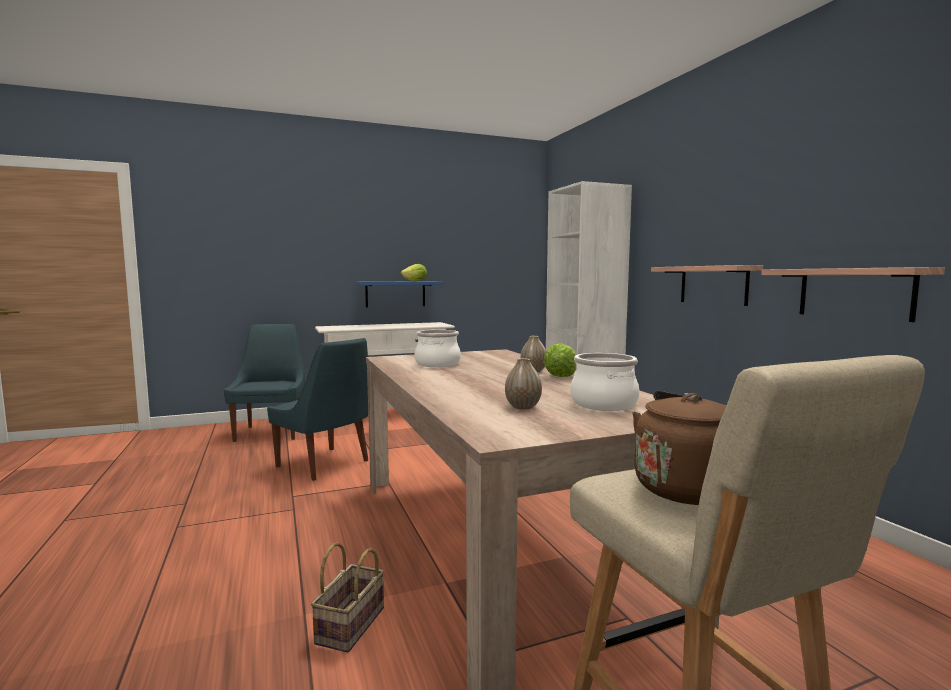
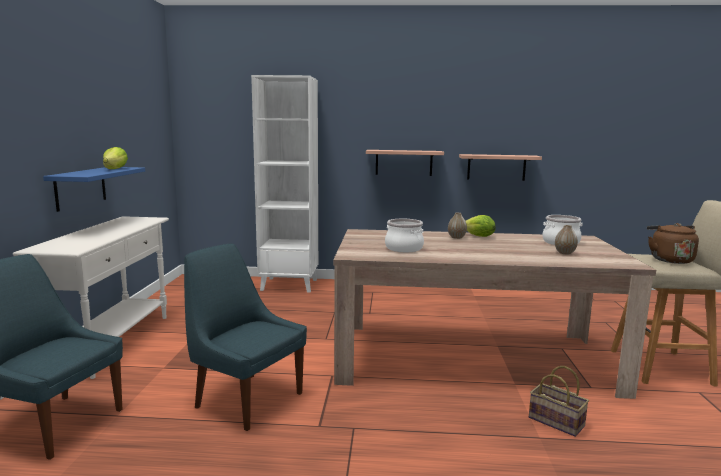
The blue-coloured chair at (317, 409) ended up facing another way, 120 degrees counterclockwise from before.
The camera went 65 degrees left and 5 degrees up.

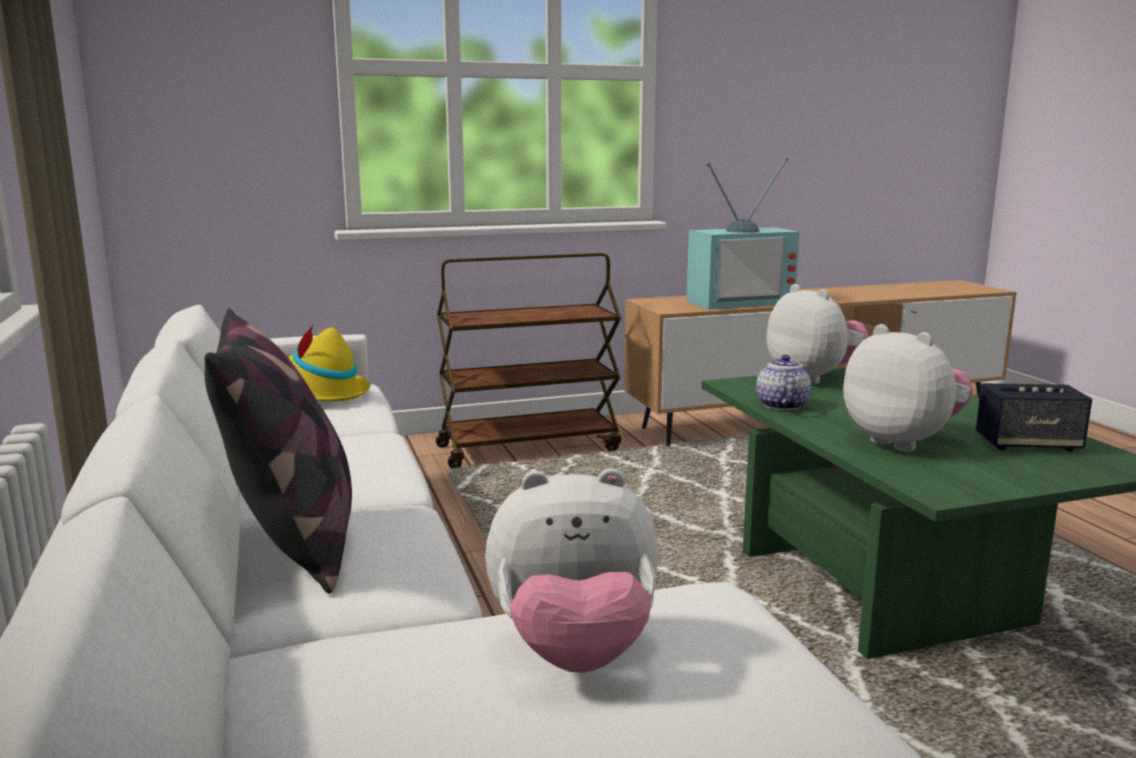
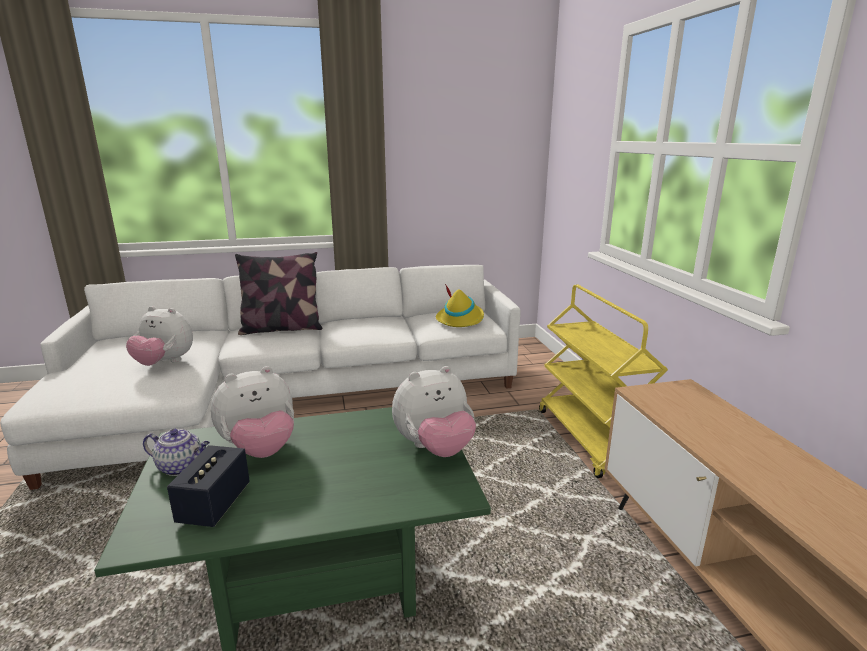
The second view lost the TV set at (743, 233).
The pot for tea ended up elsewhere, having gone from (783, 382) to (176, 452).
What was the brownish cart at (528, 360) turned into the yellowish cart at (603, 381).
The soft toy at (571, 570) ended up facing another way, 75 degrees counterclockwise from before.
The camera went 95 degrees right and 5 degrees up.

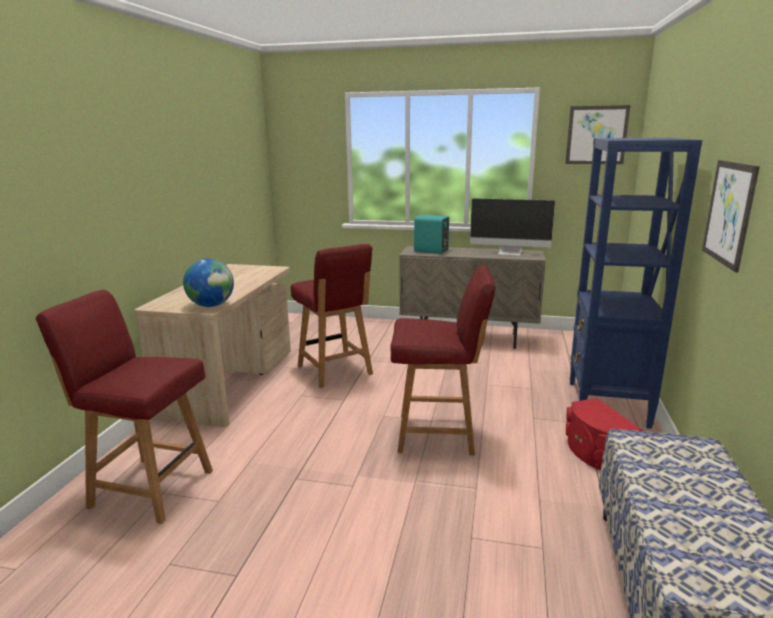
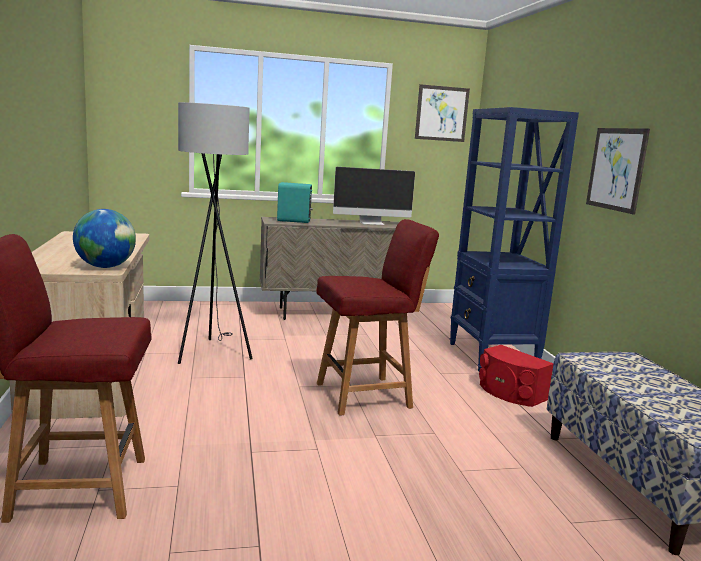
Where the reddish chair stood at (332, 316), the greyish standard lamp came to stand at (215, 233).
The camera went 25 degrees left and 5 degrees down.

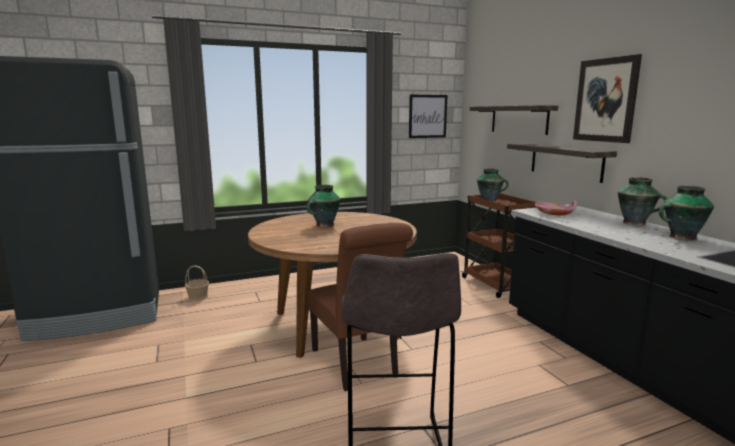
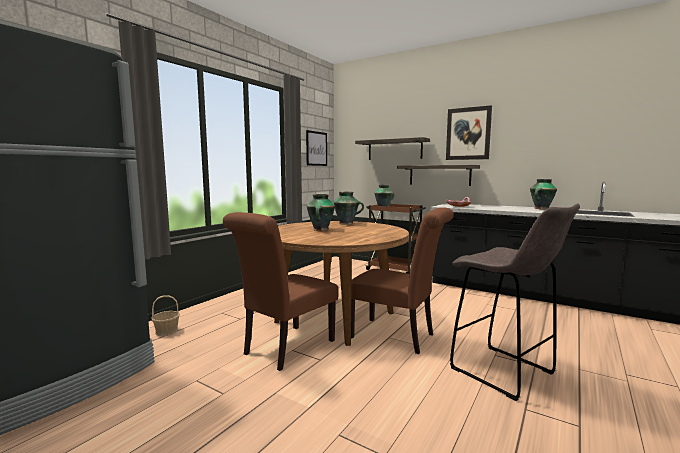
The second view gained the brownish chair at (281, 291).
The decorative vase ended up elsewhere, having gone from (642, 201) to (348, 208).
The camera went 35 degrees left and 5 degrees down.

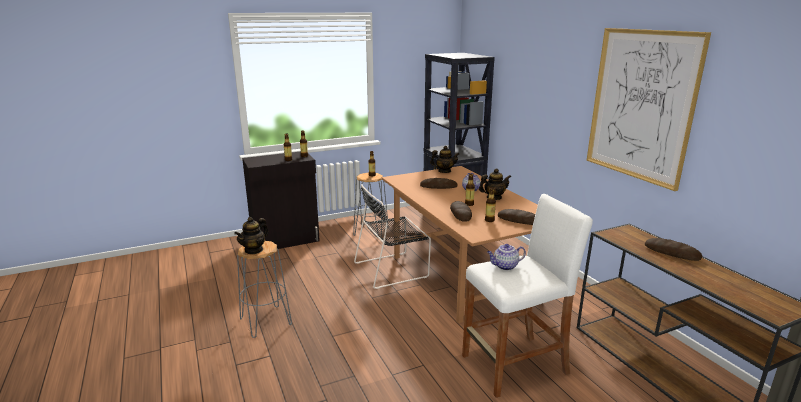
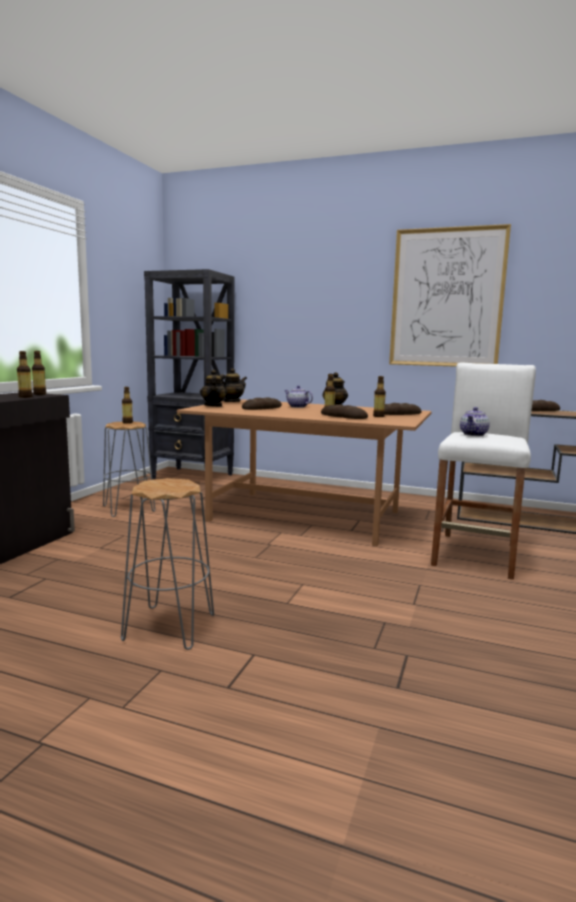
The second view lost the blackish chair at (392, 236).
The pot for tea ended up elsewhere, having gone from (251, 235) to (213, 388).
The camera went 45 degrees left and 10 degrees down.

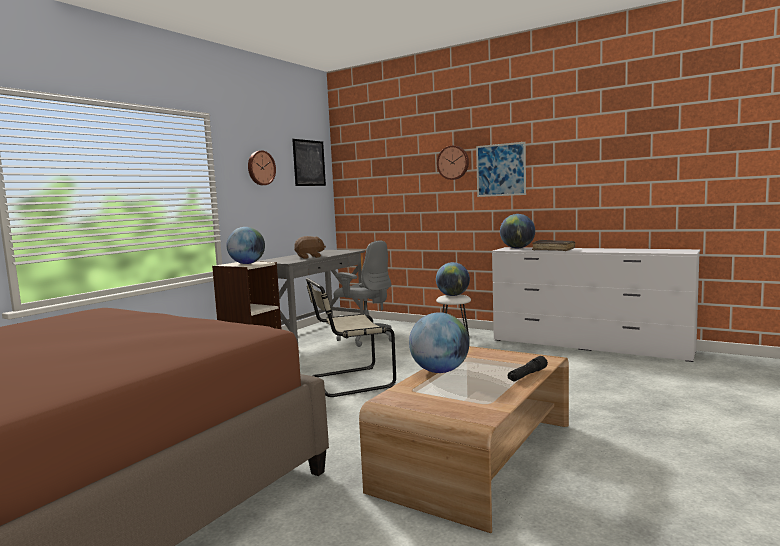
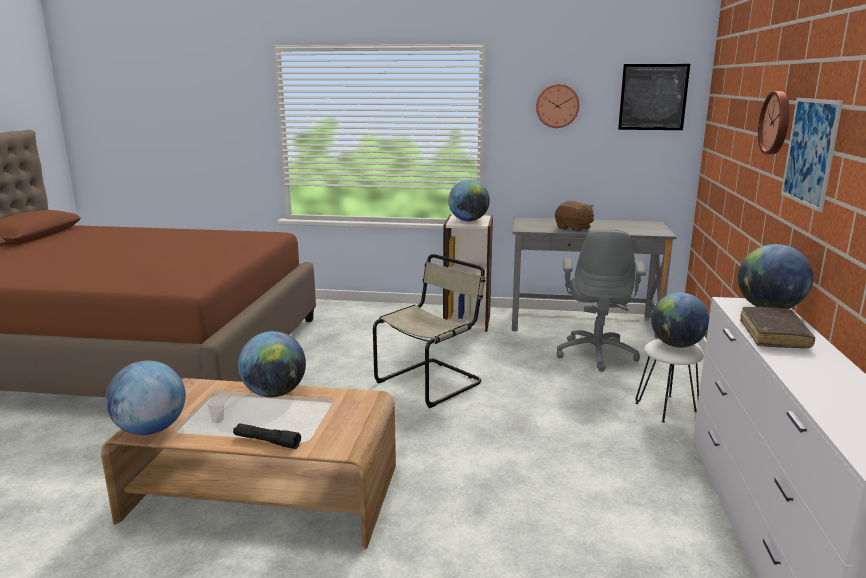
The second view gained the desk globe at (145, 398).
The beige chair at (351, 337) ended up facing another way, 90 degrees clockwise from before.
The camera went 65 degrees right and 10 degrees up.

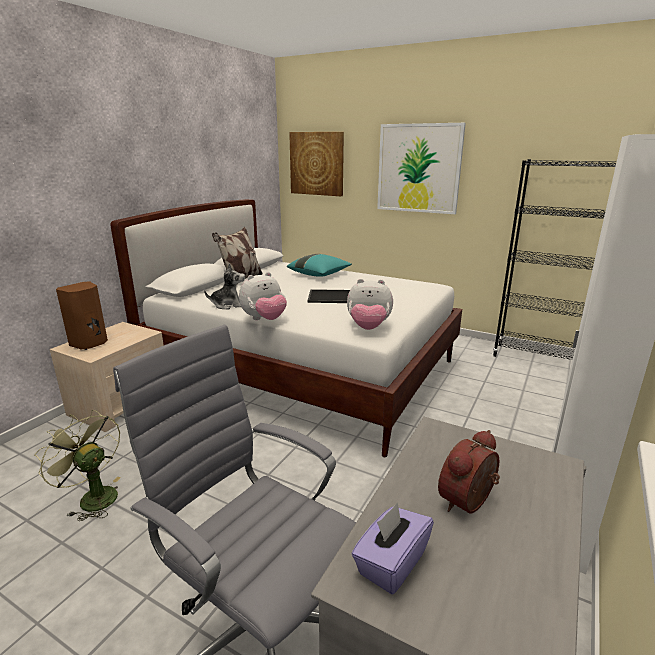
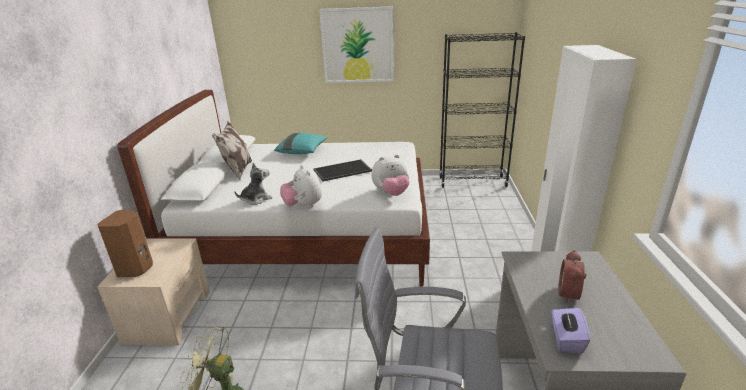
The second view lost the wall art at (316, 164).
The soft toy at (263, 296) ended up facing another way, 120 degrees clockwise from before.
The camera went 25 degrees left and 5 degrees up.

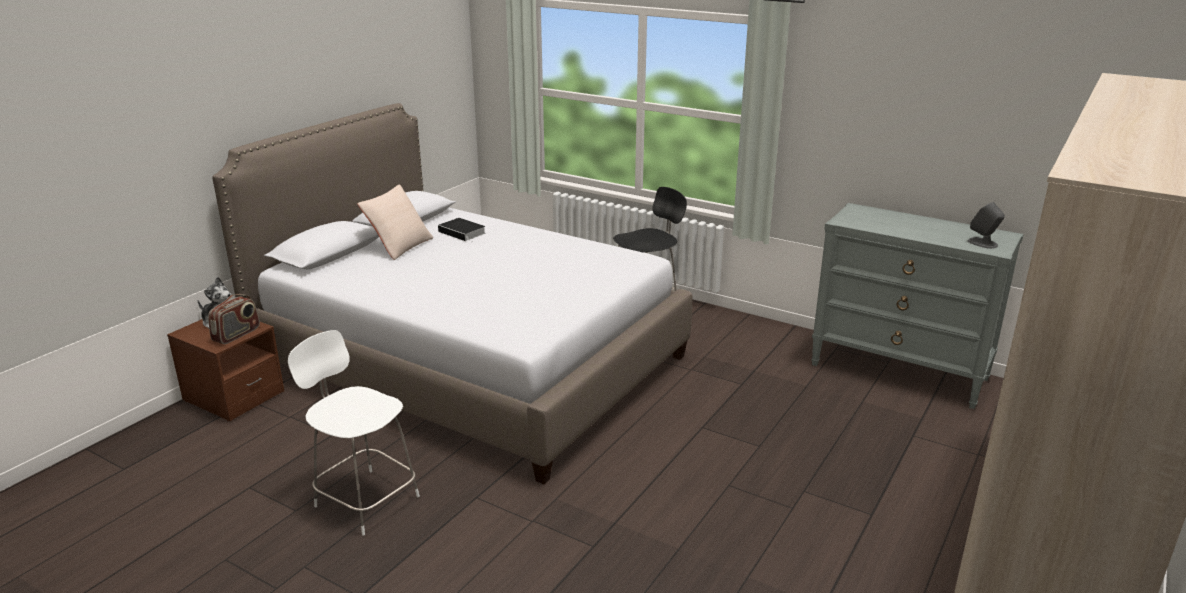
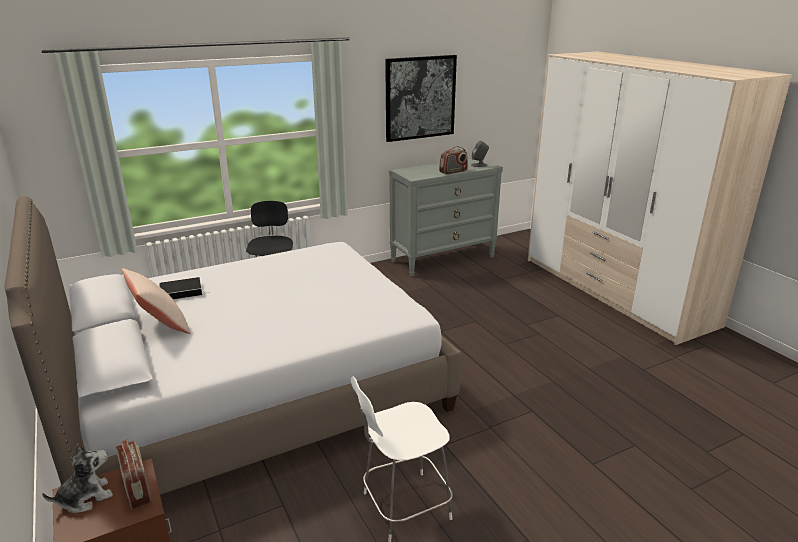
The second view gained the wall art at (421, 98).
The second view gained the radio at (453, 160).
The camera went 60 degrees left and 0 degrees up.

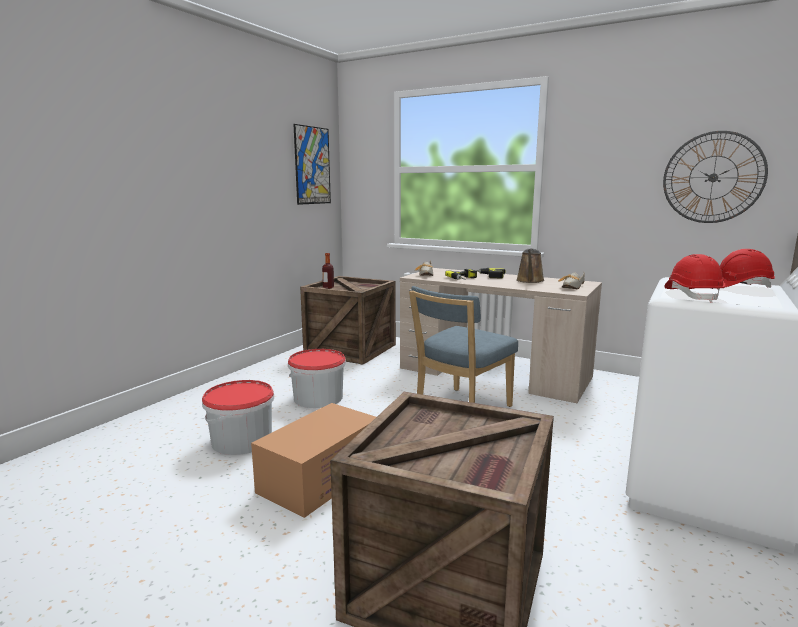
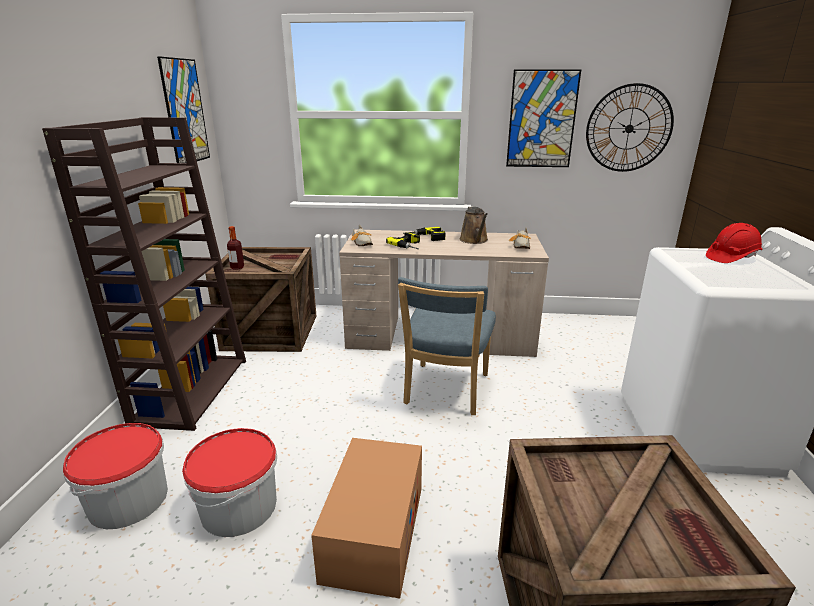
The second view lost the reddish hard hat at (695, 278).
The second view gained the brownish bookshelf at (144, 274).
The second view gained the wall art at (543, 118).
The bucket ended up elsewhere, having gone from (317, 378) to (115, 476).
The camera went 25 degrees left and 10 degrees up.

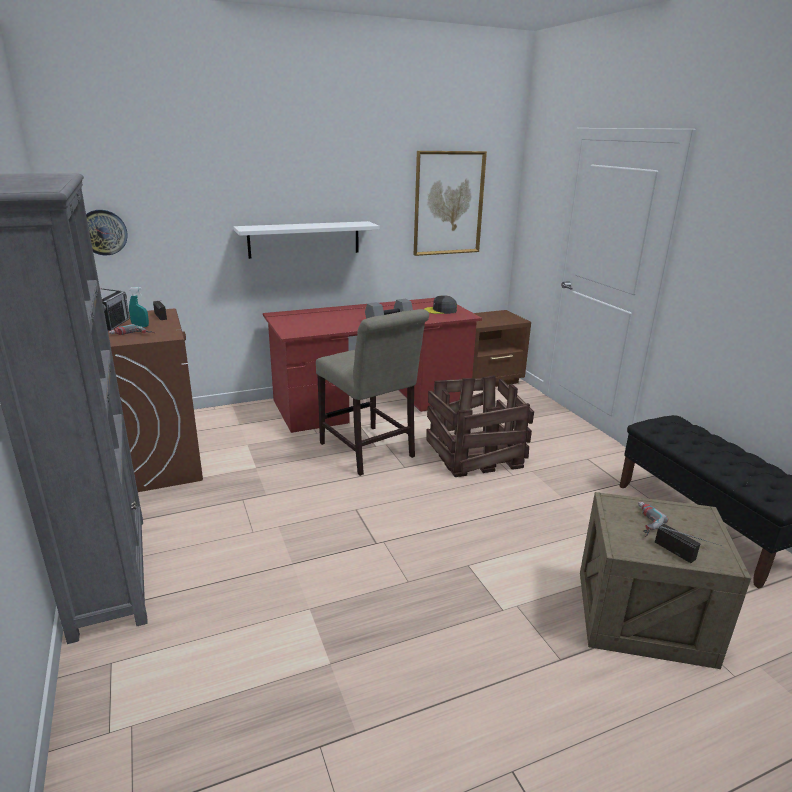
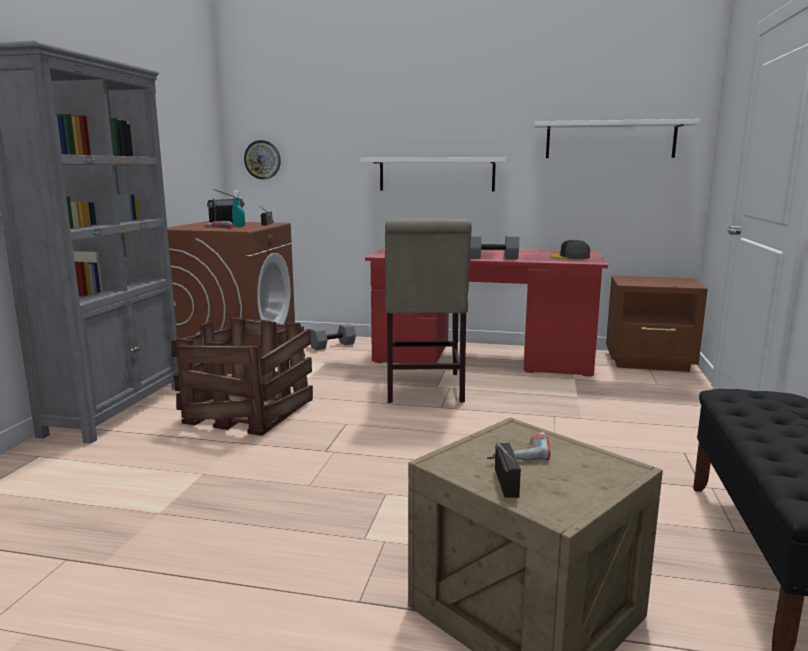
The second view gained the greyish hand weight at (333, 336).
The packing crate ended up elsewhere, having gone from (480, 426) to (242, 376).
Where the wall art hung at (450, 203), the white shelf came to hang at (617, 138).
The camera went 35 degrees right and 10 degrees down.

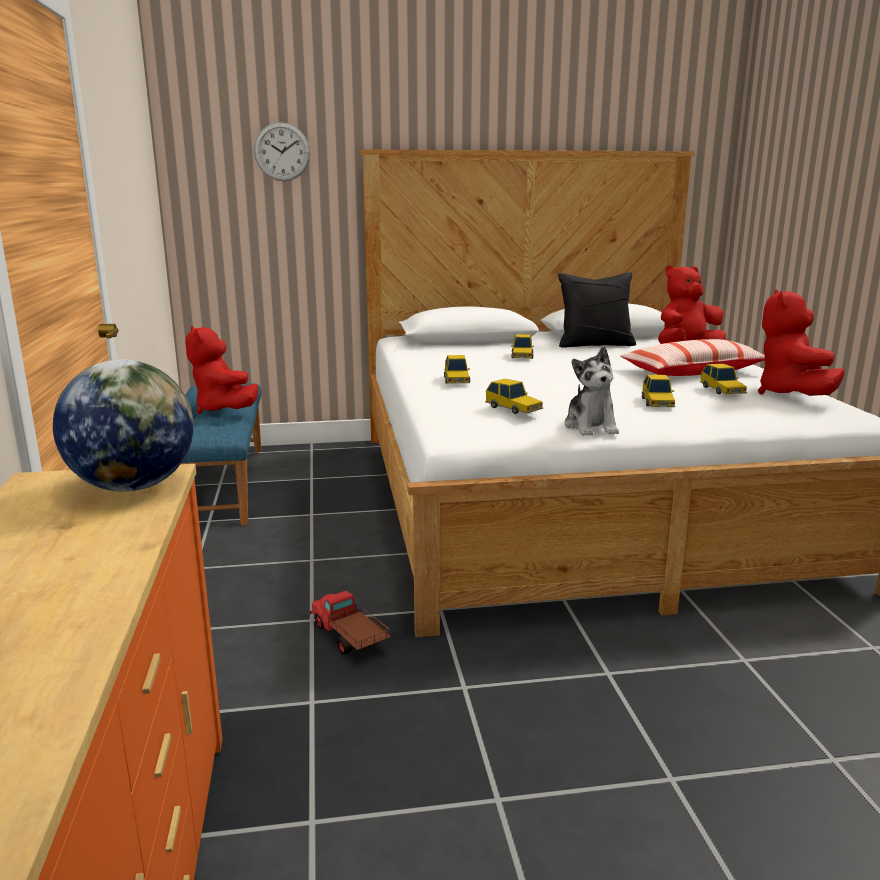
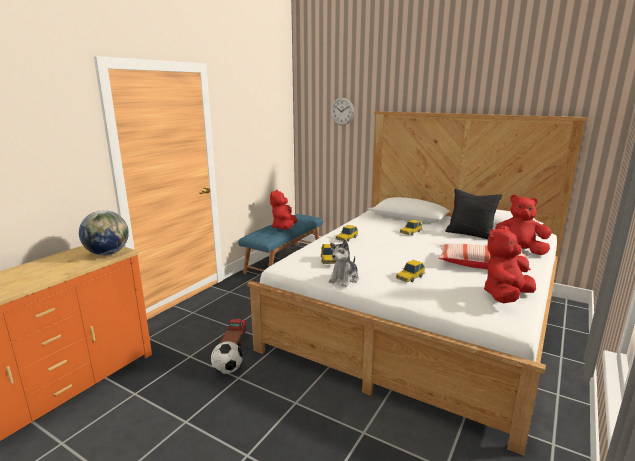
The second view lost the model car at (723, 379).
The second view gained the ball for football at (227, 357).
The camera went 40 degrees right and 0 degrees up.

